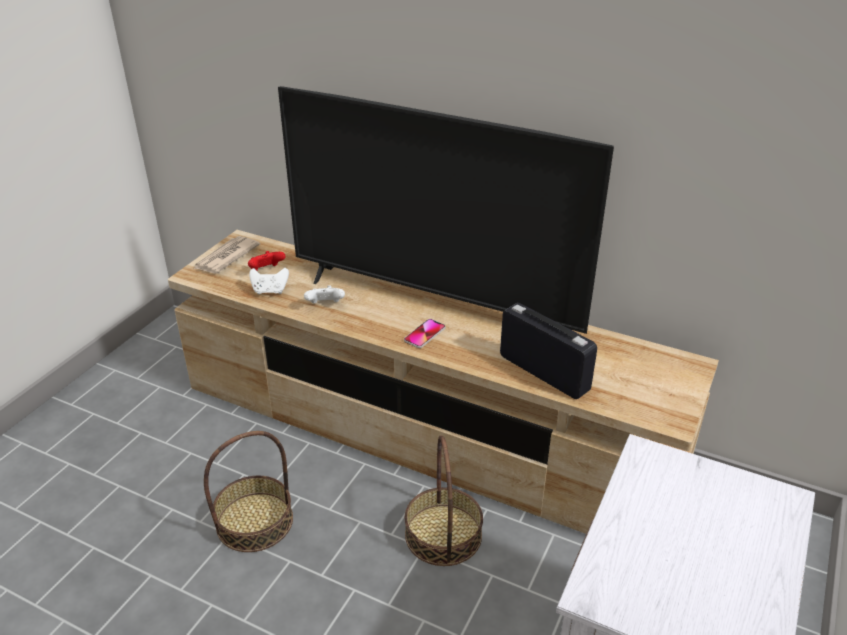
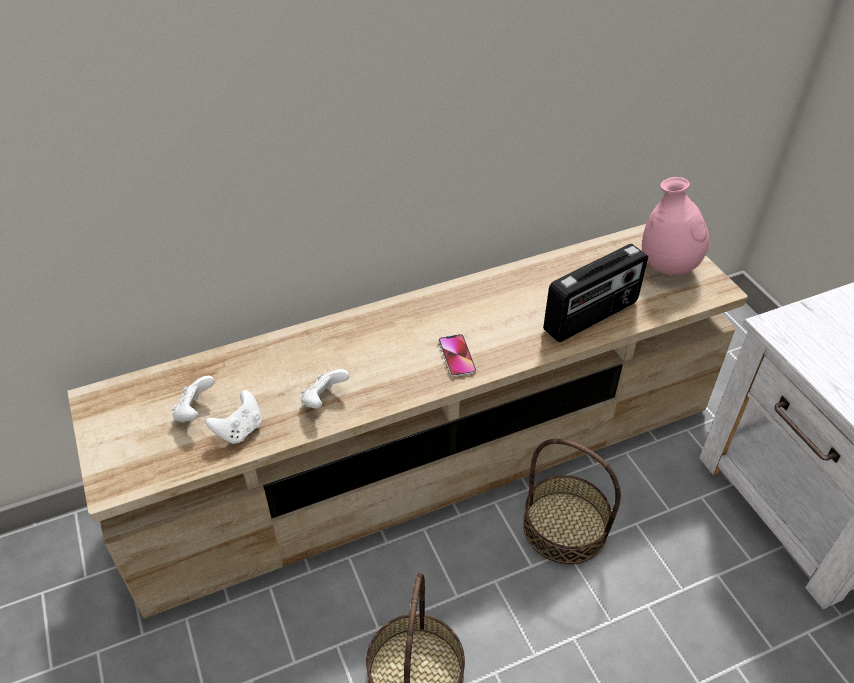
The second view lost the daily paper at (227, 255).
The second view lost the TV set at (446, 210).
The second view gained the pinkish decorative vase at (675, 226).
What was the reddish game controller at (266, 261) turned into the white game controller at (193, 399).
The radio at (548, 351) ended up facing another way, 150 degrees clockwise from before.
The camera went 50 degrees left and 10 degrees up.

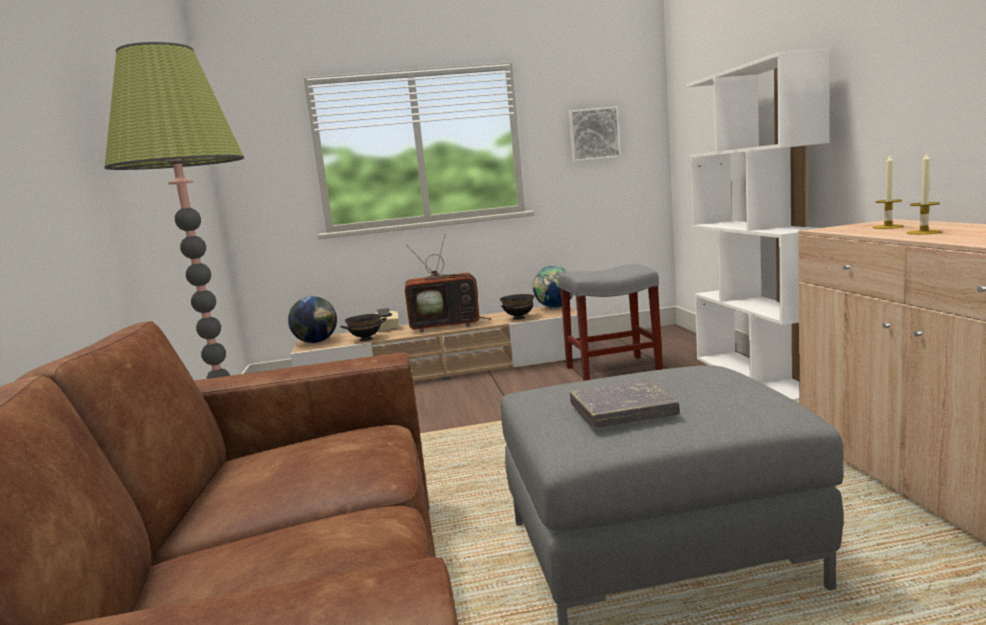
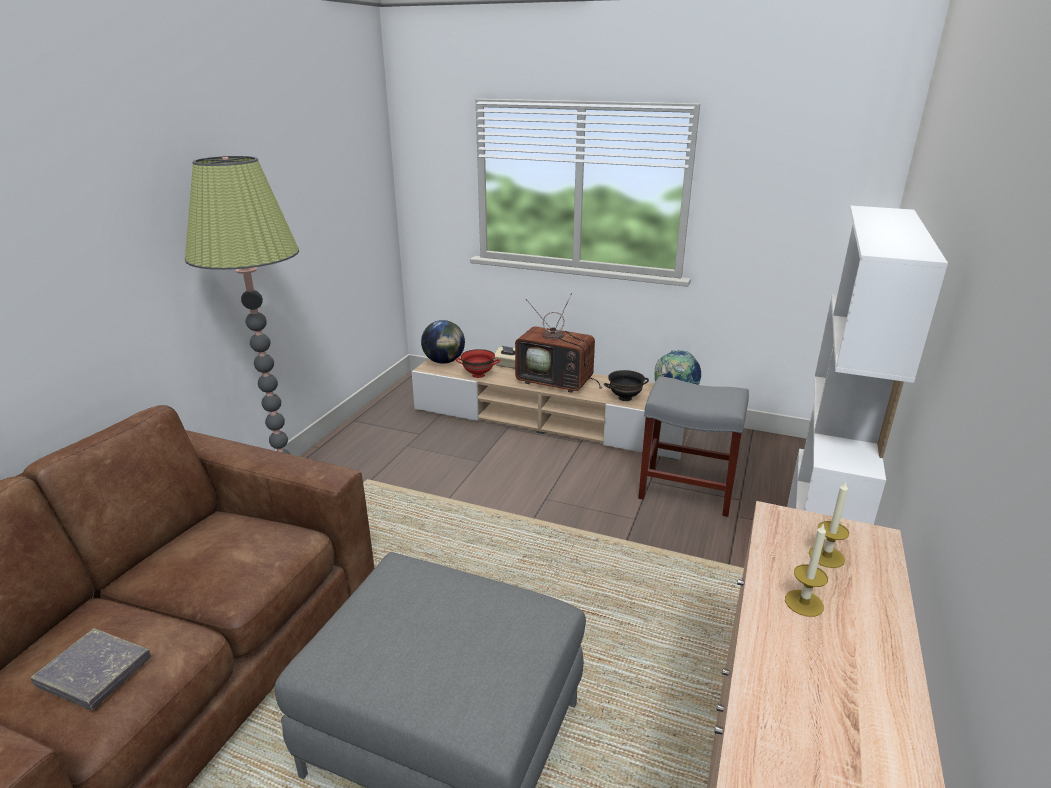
The second view lost the wall art at (595, 134).
The greyish volume ended up elsewhere, having gone from (625, 404) to (91, 669).
What was the blackish serving bowl at (363, 327) turned into the reddish serving bowl at (478, 363).
The camera went 30 degrees right and 15 degrees up.

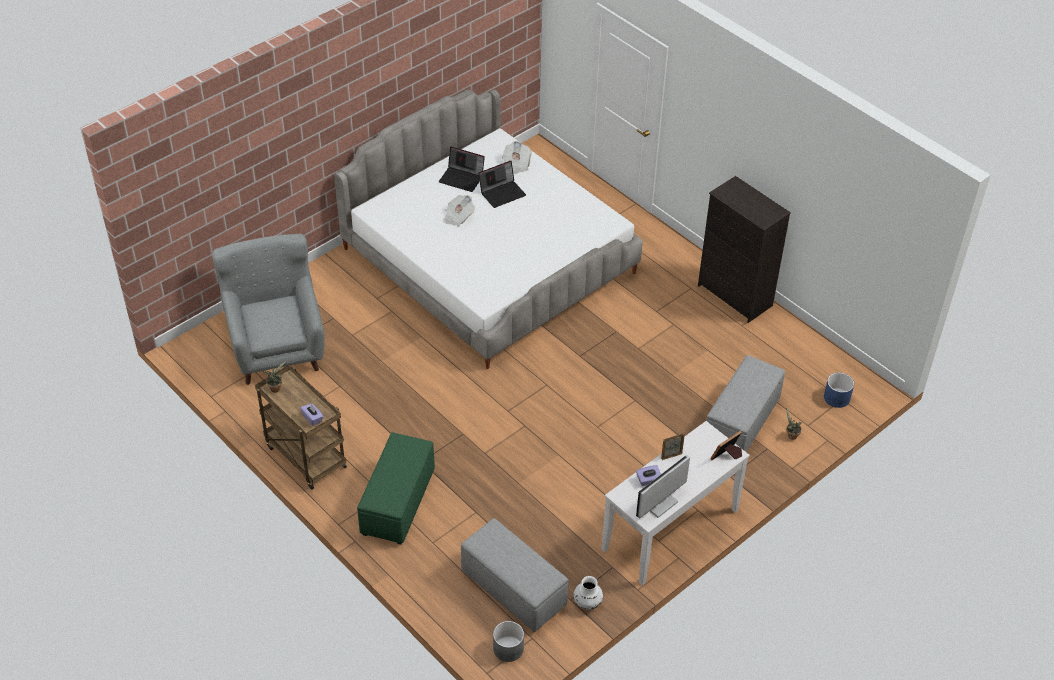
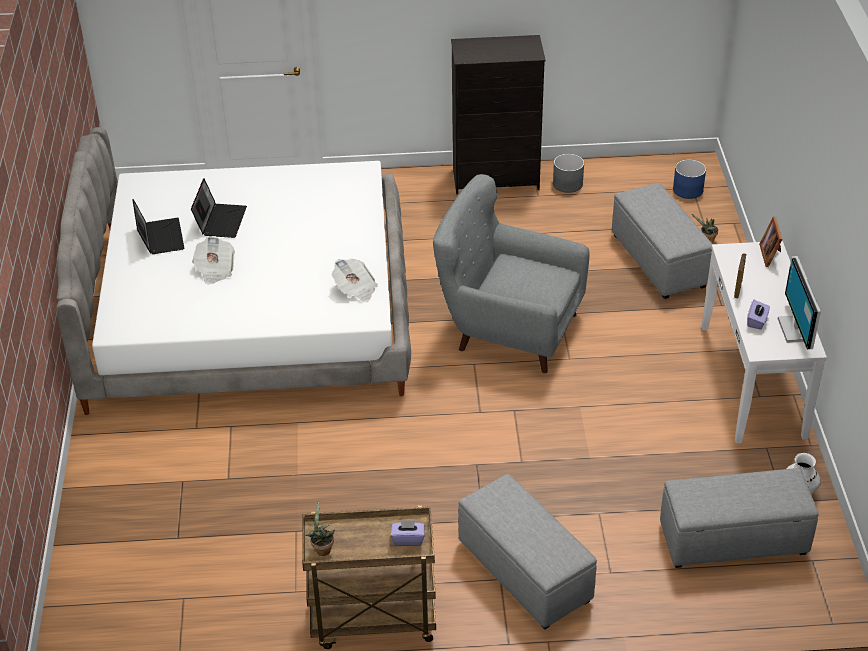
The greyish easy chair ended up elsewhere, having gone from (268, 309) to (511, 273).
The greyish plant pot ended up elsewhere, having gone from (508, 641) to (568, 173).
The daily paper ended up elsewhere, having gone from (517, 157) to (355, 280).
What was the greenish pouffe at (396, 488) turned into the greyish pouffe at (527, 551).
The laptop at (462, 169) ended up facing another way, 75 degrees counterclockwise from before.
The camera went 50 degrees left and 5 degrees down.

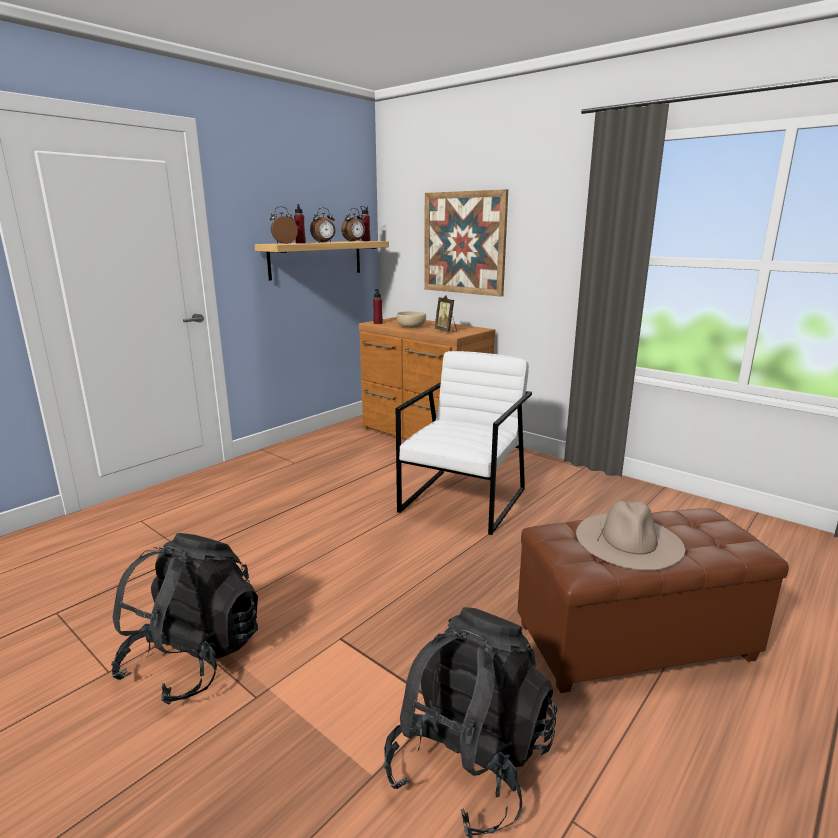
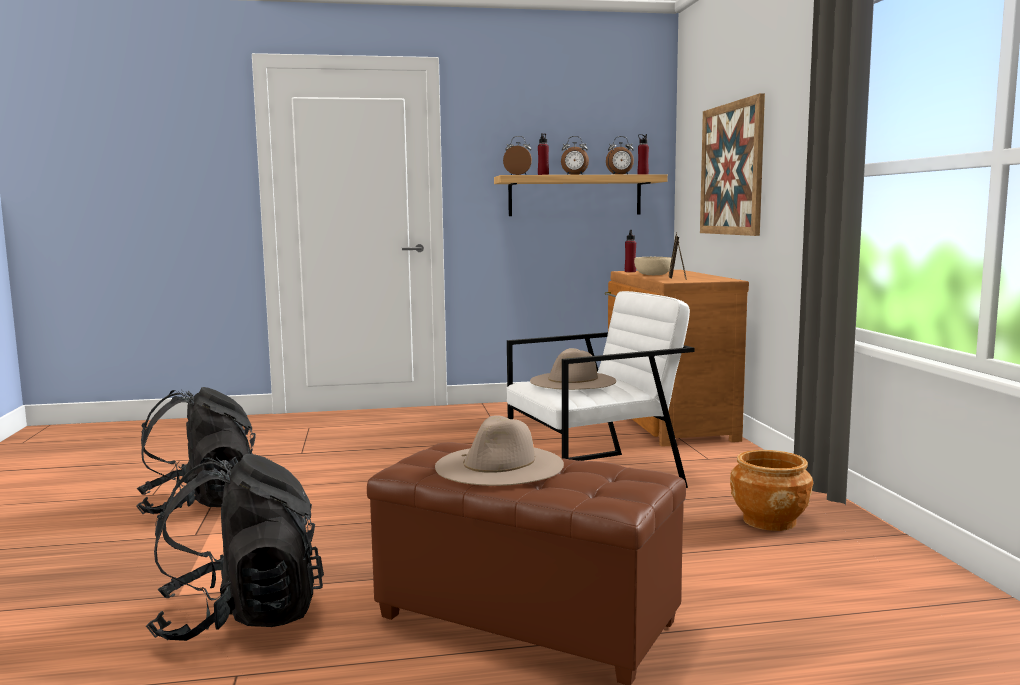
The second view gained the beige clothing hat at (573, 369).
The second view gained the brownish plant pot at (771, 490).
The camera went 40 degrees right and 10 degrees down.

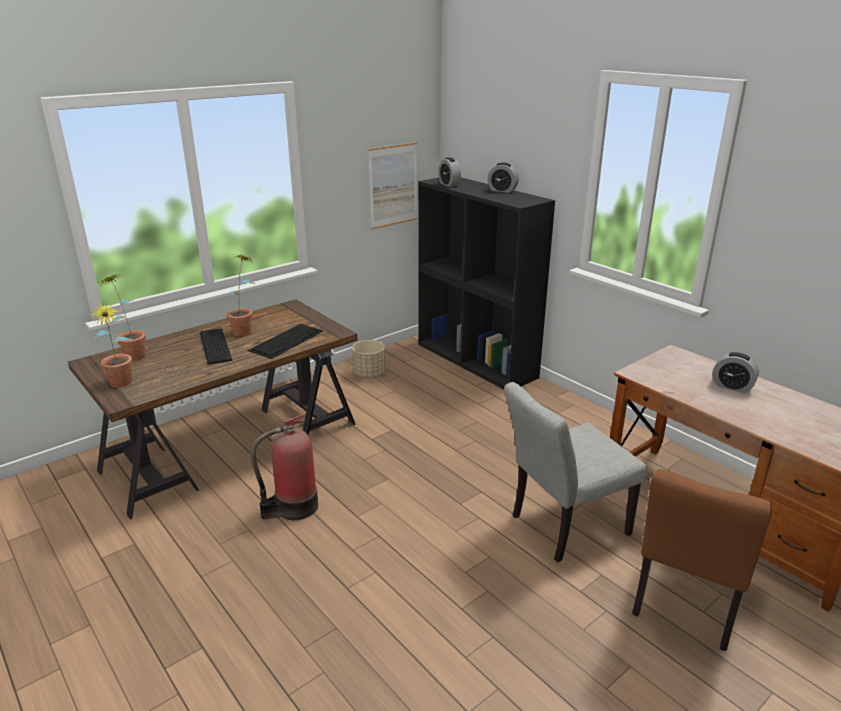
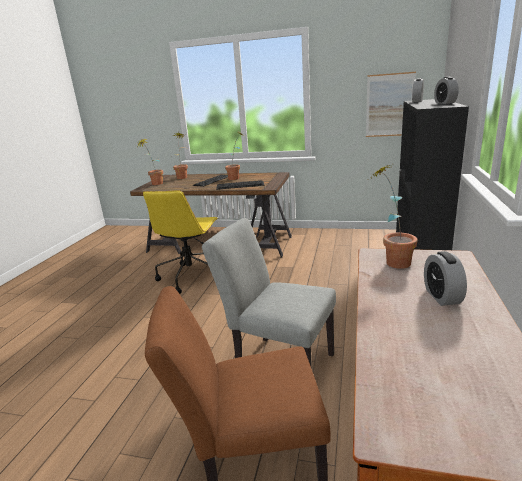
The second view lost the beige plant pot at (368, 358).
The second view gained the potted plant at (395, 217).
Where the fire-fighting cylinder stood at (284, 467), the yellowish computer chair came to stand at (180, 242).
The camera went 55 degrees right and 5 degrees down.

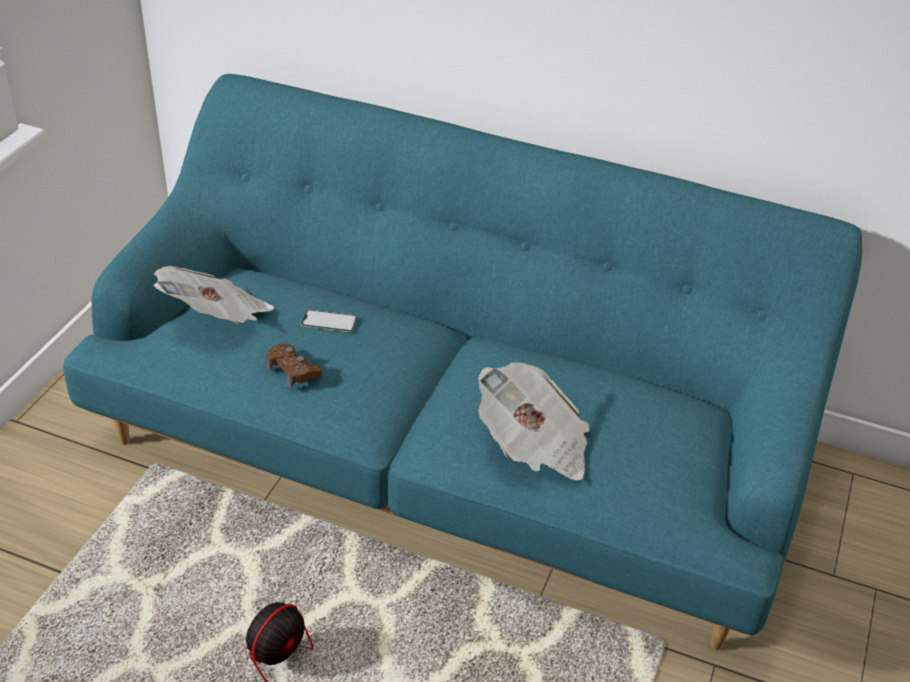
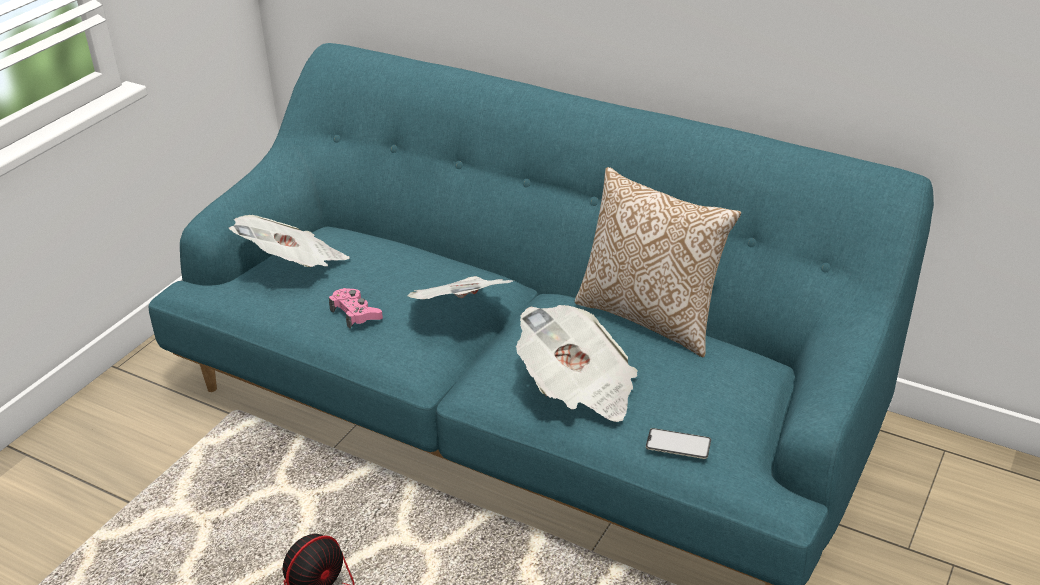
The second view gained the daily paper at (461, 287).
The second view gained the throw pillow at (658, 262).
The telephone ended up elsewhere, having gone from (329, 321) to (678, 443).
What was the brownish game controller at (293, 366) turned into the pinkish game controller at (356, 308).
The camera went 10 degrees right and 5 degrees down.

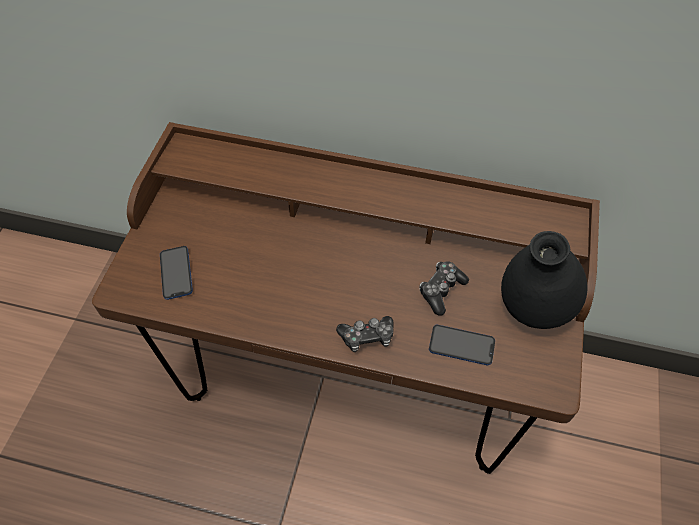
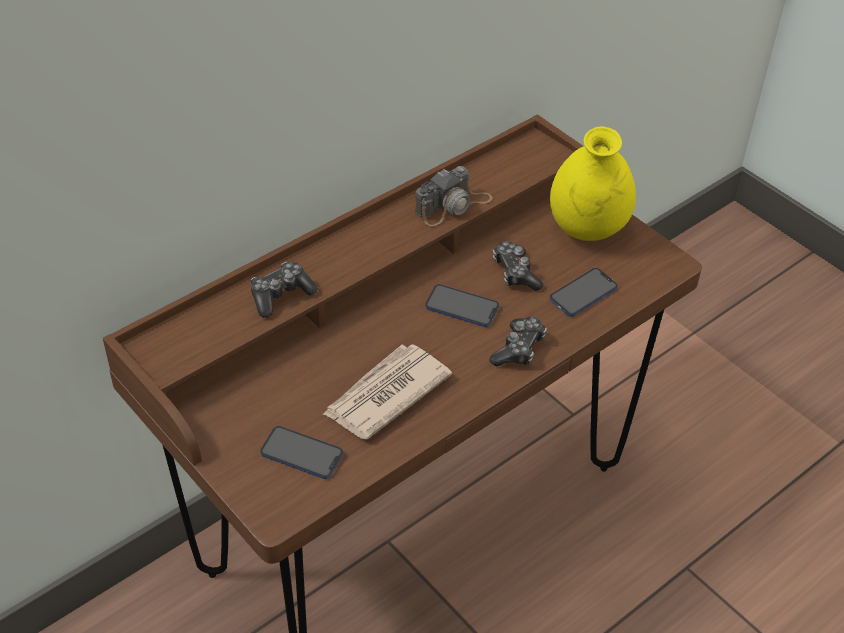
The second view gained the game controller at (284, 290).
The second view gained the daily paper at (387, 392).
The second view gained the still camera at (454, 196).
The second view gained the telephone at (462, 305).
What was the blackish decorative vase at (544, 280) turned into the yellowish decorative vase at (593, 183).
The camera went 55 degrees left and 10 degrees down.

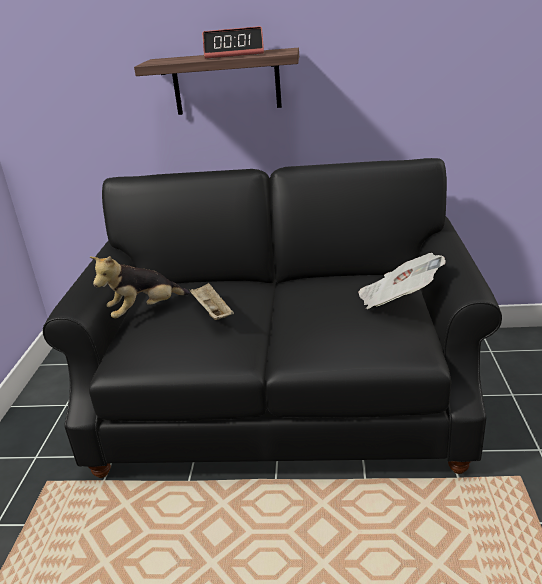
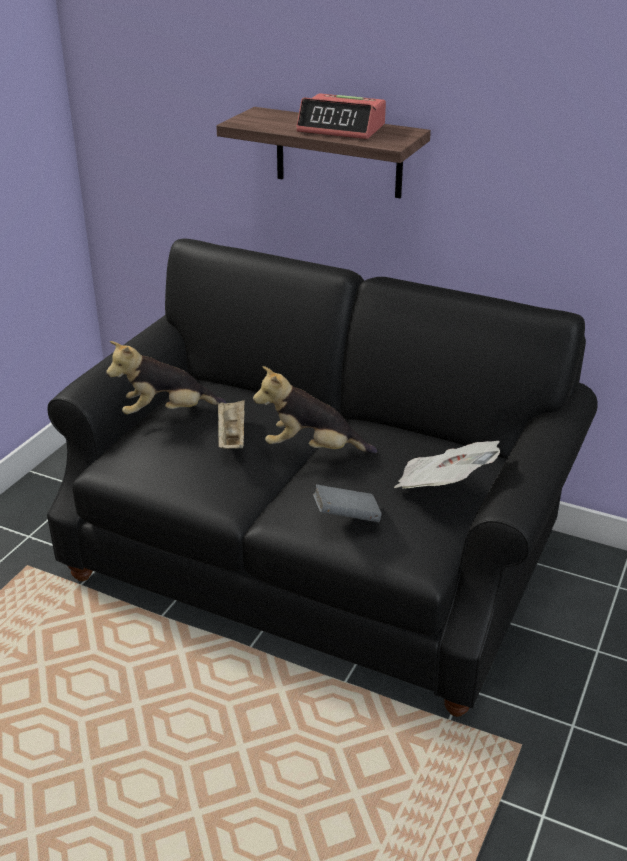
The second view gained the soft toy at (315, 410).
The second view gained the greyish volume at (347, 503).
The camera went 20 degrees right and 5 degrees up.

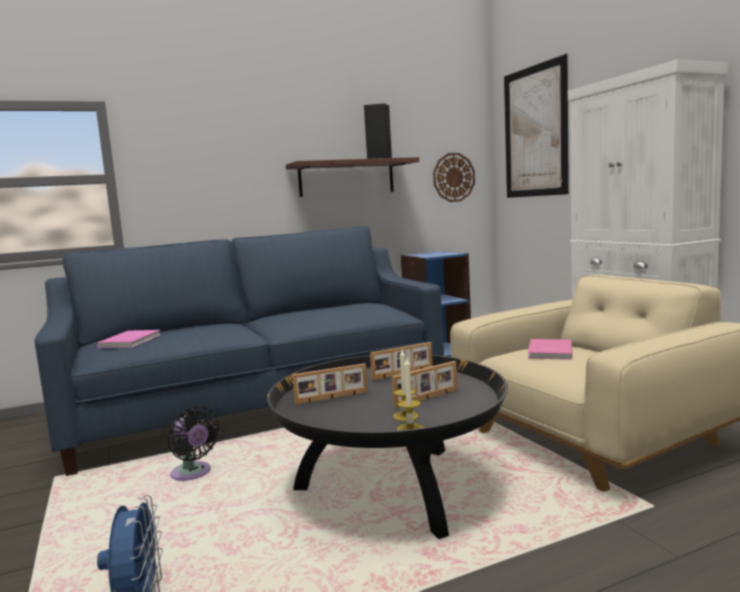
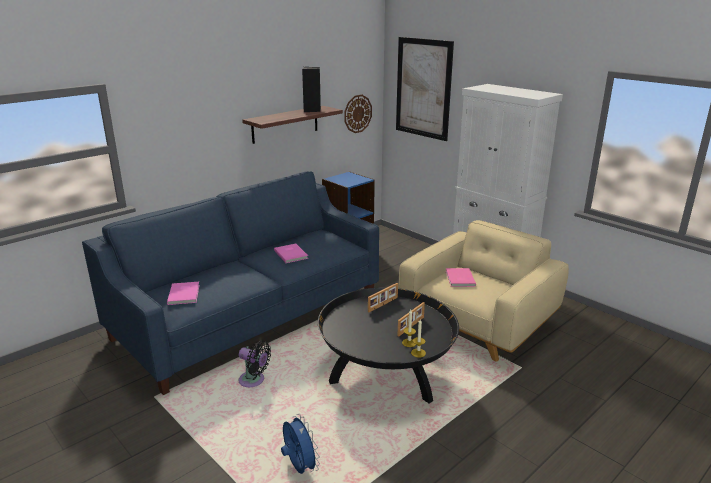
The second view lost the standing frame at (330, 384).
The second view gained the pinkish volume at (291, 253).
The camera went 20 degrees left and 15 degrees up.

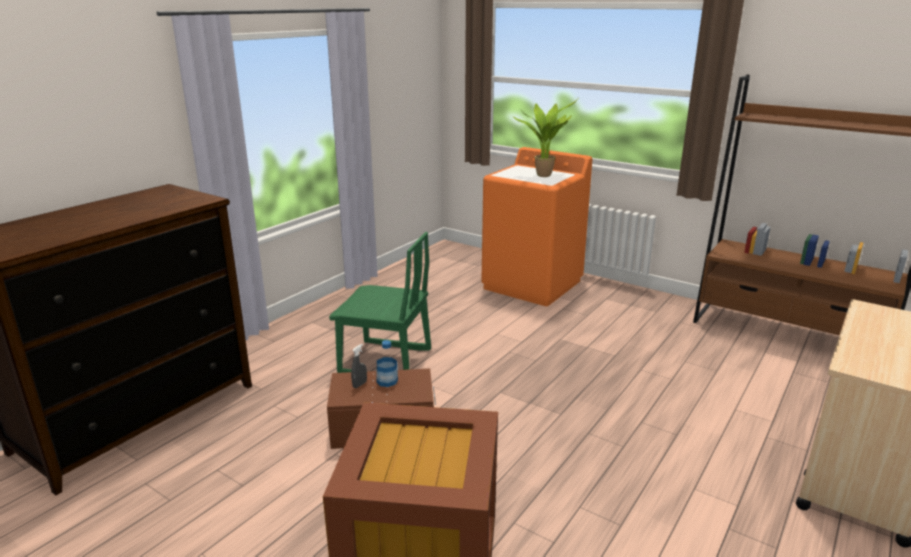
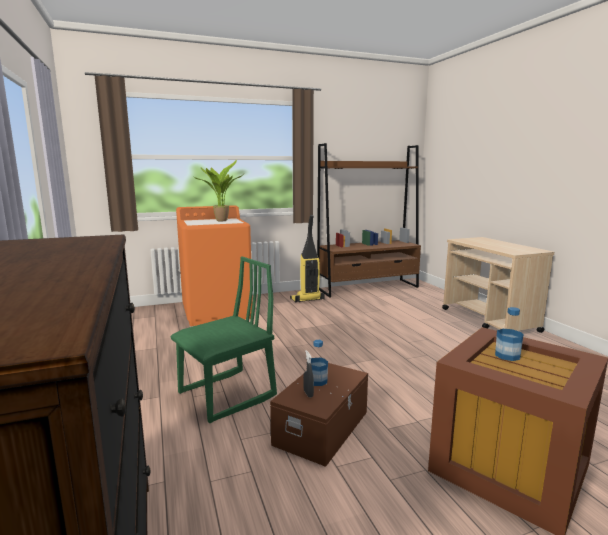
The second view gained the vacuum cleaner at (307, 258).
The second view gained the drink bottle at (509, 334).
The camera went 55 degrees left and 10 degrees down.

